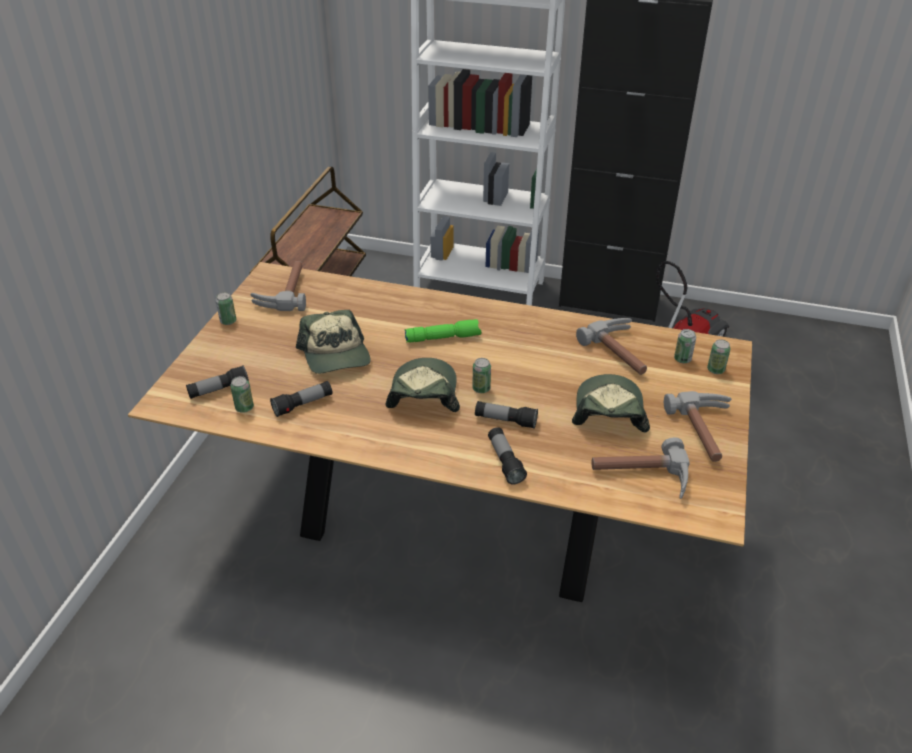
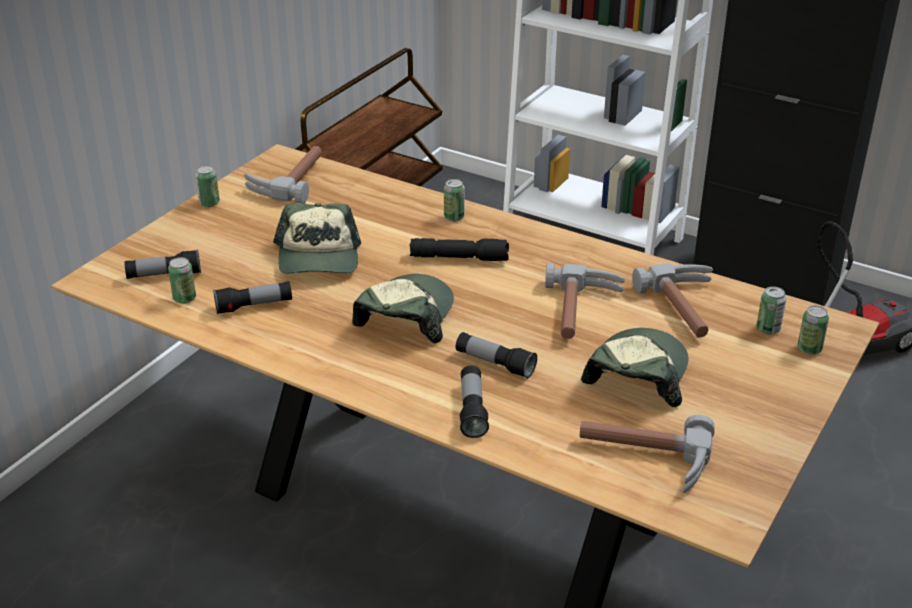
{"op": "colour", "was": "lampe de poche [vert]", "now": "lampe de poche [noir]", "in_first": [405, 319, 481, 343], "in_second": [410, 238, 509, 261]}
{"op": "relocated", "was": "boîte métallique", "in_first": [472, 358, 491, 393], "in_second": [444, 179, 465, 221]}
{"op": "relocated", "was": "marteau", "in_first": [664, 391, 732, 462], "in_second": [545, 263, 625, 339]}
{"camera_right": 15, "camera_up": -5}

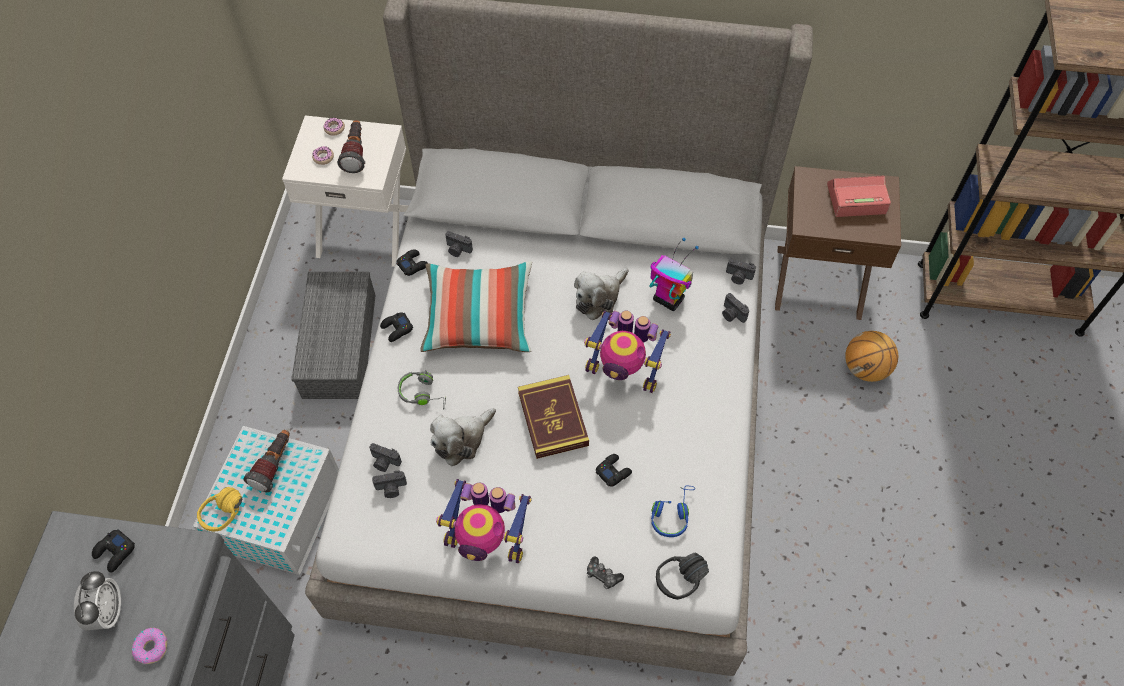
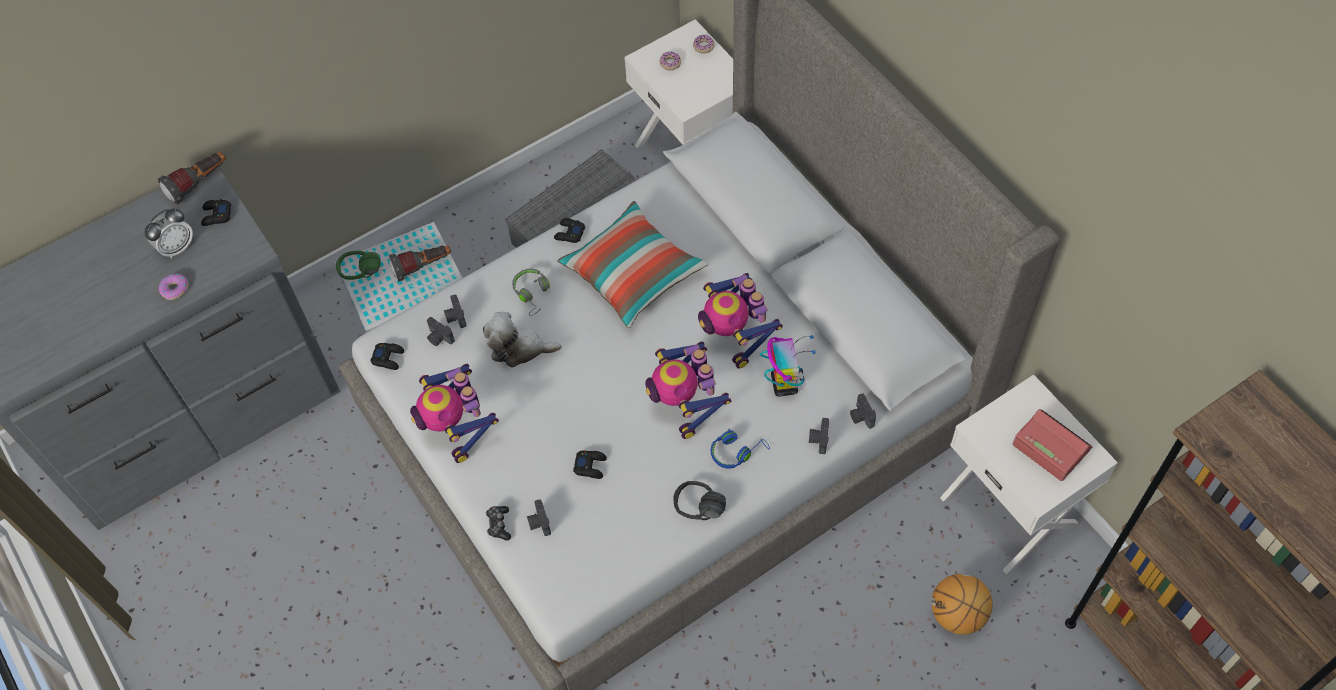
{"op": "relocated", "was": "lampe de poche", "in_first": [337, 120, 365, 173], "in_second": [158, 152, 226, 205]}
{"op": "colour", "was": "casque audio [jaune]", "now": "casque audio [vert]", "in_first": [197, 487, 242, 531], "in_second": [336, 251, 381, 280]}
{"op": "relocated", "was": "manette [noir]", "in_first": [396, 250, 428, 276], "in_second": [370, 343, 404, 370]}
{"op": "relocated", "was": "appareil photo", "in_first": [445, 231, 473, 257], "in_second": [527, 499, 551, 536]}
{"op": "relocated", "was": "casque audio [noir]", "in_first": [656, 553, 709, 600], "in_second": [673, 481, 726, 520]}
{"op": "exchanged", "was": "peluche", "now": "robot jouet", "in_first": [574, 268, 628, 320], "in_second": [698, 273, 783, 369]}
{"op": "relocated", "was": "casque audio [bleu]", "in_first": [651, 486, 695, 537], "in_second": [711, 429, 770, 469]}
{"op": "colour", "was": "table de chevet [marron]", "now": "table de chevet [blanc]", "in_first": [775, 166, 901, 320], "in_second": [940, 374, 1118, 574]}
{"op": "missing", "was": "livre", "in_first": [518, 375, 589, 459]}
{"camera_right": 50, "camera_up": 0}

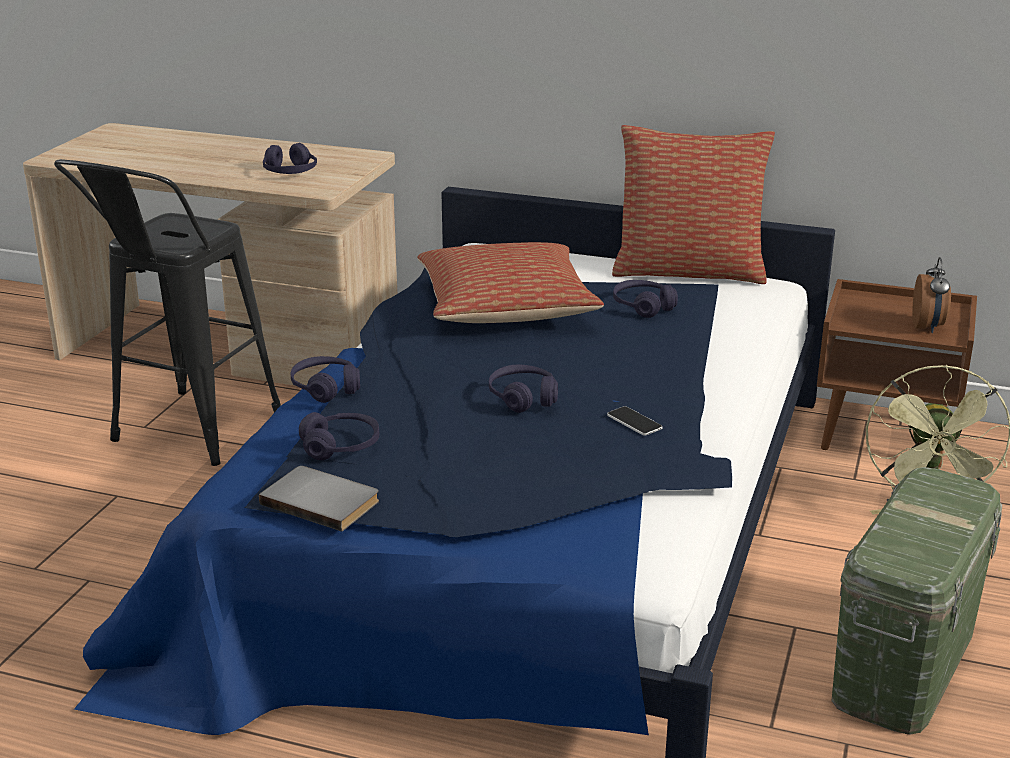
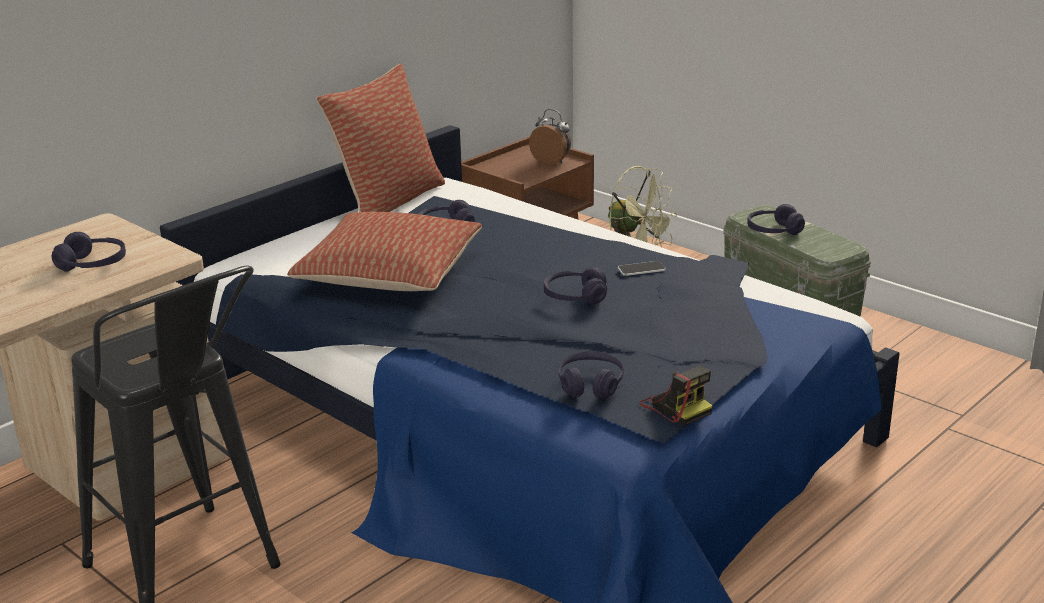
{"op": "exchanged", "was": "livre [gris]", "now": "appareil photo", "in_first": [259, 466, 379, 531], "in_second": [639, 366, 713, 426]}
{"op": "relocated", "was": "casque audio [violet]", "in_first": [291, 356, 360, 403], "in_second": [747, 204, 805, 235]}
{"camera_right": -65, "camera_up": 0}

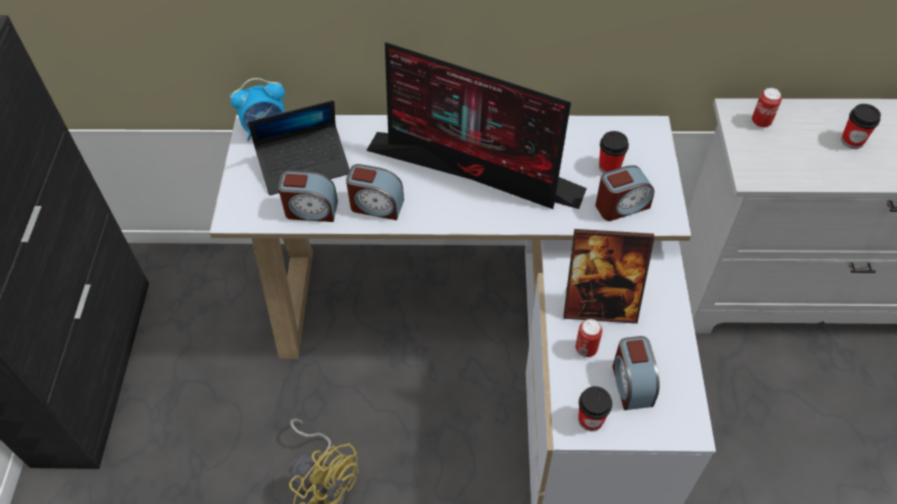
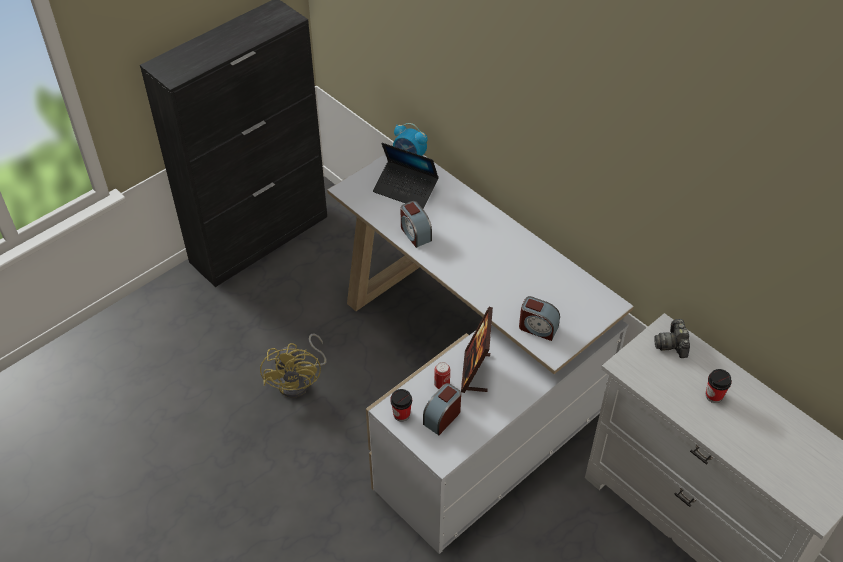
{"op": "spun", "was": "cadre photo", "in_first": [564, 229, 655, 324], "in_second": [461, 307, 493, 393], "clockwise": 45}
{"op": "exchanged", "was": "boîte métallique", "now": "appareil photo", "in_first": [752, 88, 782, 128], "in_second": [654, 319, 690, 358]}
{"op": "missing", "was": "réveil", "in_first": [278, 170, 338, 222]}
{"op": "missing", "was": "écran d'ordinateur", "in_first": [366, 42, 587, 209]}
{"op": "missing", "was": "tasse", "in_first": [599, 131, 629, 173]}
{"camera_right": 45, "camera_up": -5}

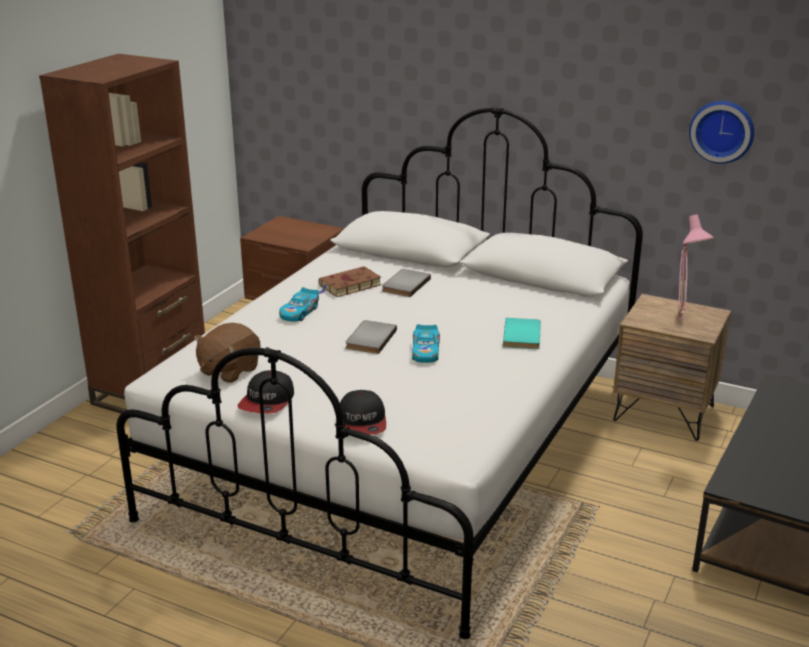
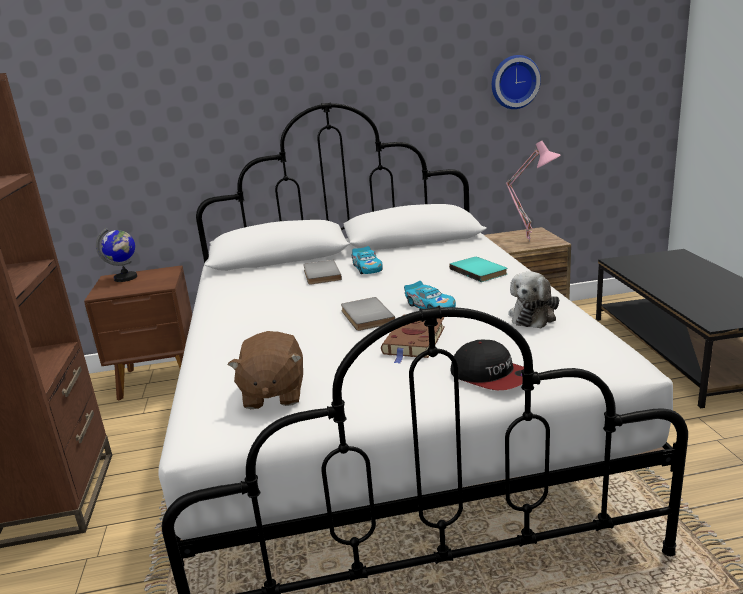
{"op": "appeared", "now": "globe", "in_second": [96, 228, 137, 282]}
{"op": "relocated", "was": "petite voiture", "in_first": [279, 287, 319, 322], "in_second": [352, 246, 383, 274]}
{"op": "relocated", "was": "livre [marron]", "in_first": [319, 266, 382, 297], "in_second": [381, 315, 445, 364]}
{"op": "appeared", "now": "peluche", "in_second": [509, 271, 559, 329]}
{"op": "missing", "was": "casquette", "in_first": [238, 370, 294, 414]}
{"camera_right": -35, "camera_up": -5}

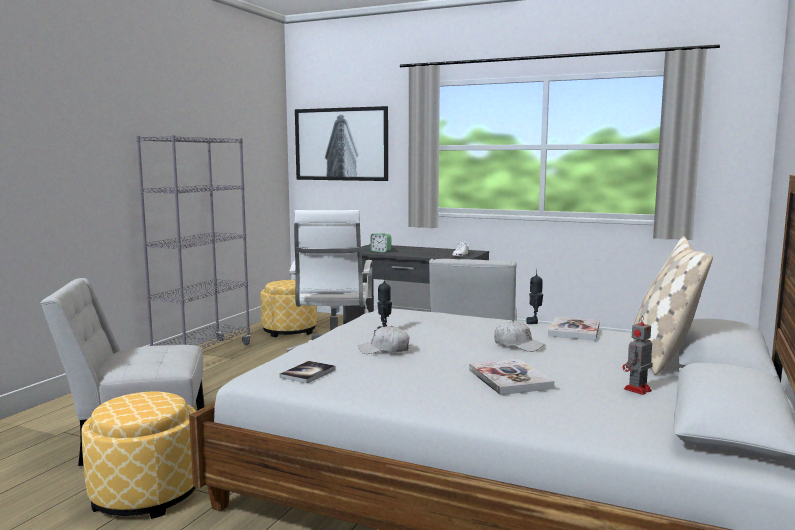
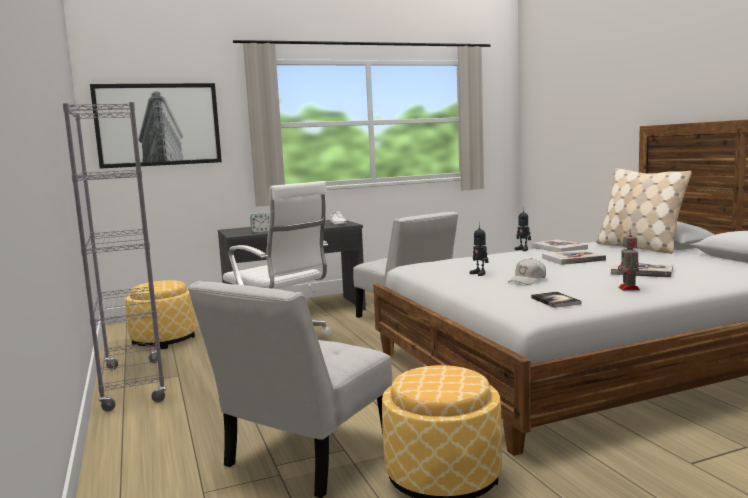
{"op": "exchanged", "was": "casquette [blanc]", "now": "livre", "in_first": [494, 321, 545, 352], "in_second": [542, 250, 606, 265]}
{"op": "relocated", "was": "robot jouet", "in_first": [622, 317, 653, 395], "in_second": [618, 229, 640, 291]}
{"camera_right": -45, "camera_up": 0}

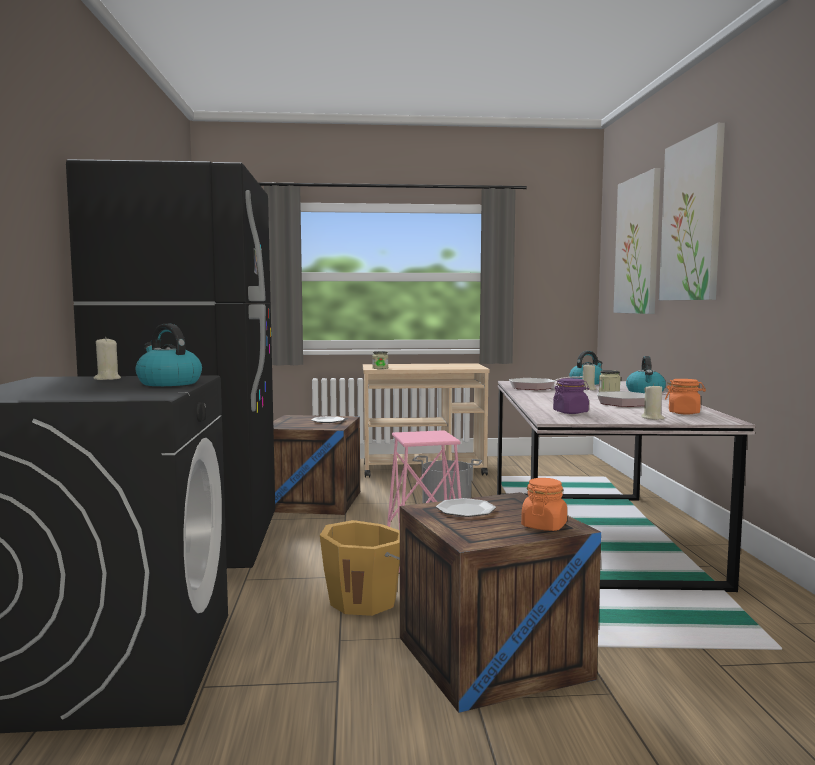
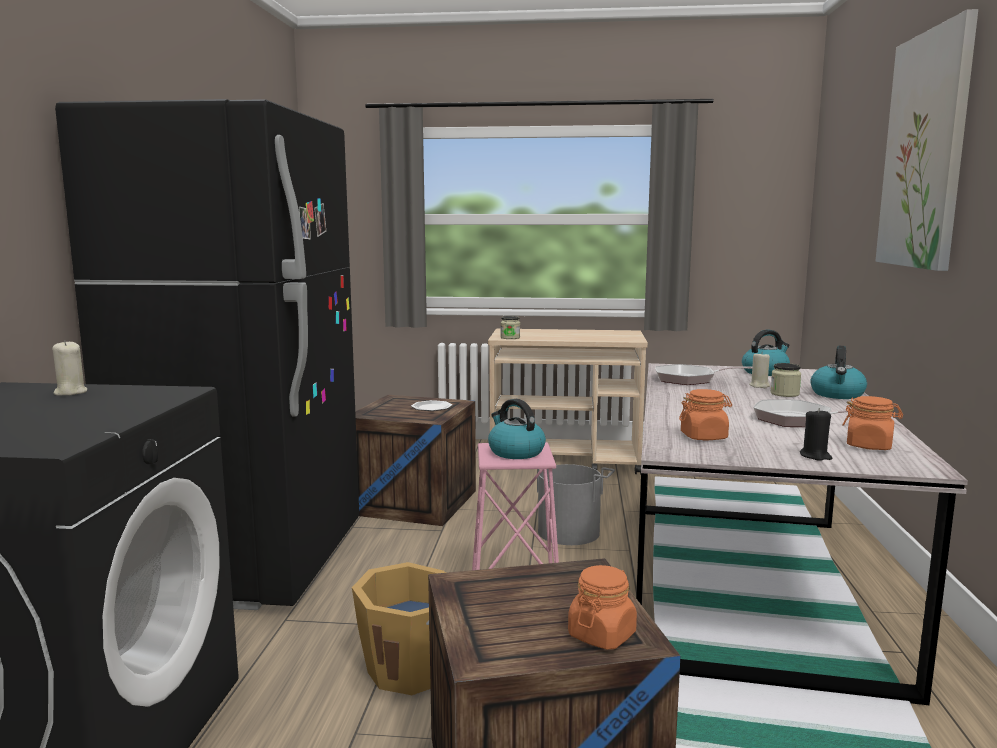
{"op": "relocated", "was": "bouilloire", "in_first": [136, 324, 202, 386], "in_second": [488, 399, 546, 459]}
{"op": "colour", "was": "bocal [violet]", "now": "bocal [orange]", "in_first": [553, 378, 590, 414], "in_second": [679, 389, 732, 441]}
{"op": "colour", "was": "bougie [beige]", "now": "bougie [noir]", "in_first": [641, 384, 665, 420], "in_second": [800, 408, 832, 461]}
{"op": "missing", "was": "assiette", "in_first": [436, 498, 496, 517]}
{"op": "missing", "was": "tableau", "in_first": [613, 168, 661, 314]}
{"camera_right": 10, "camera_up": 5}

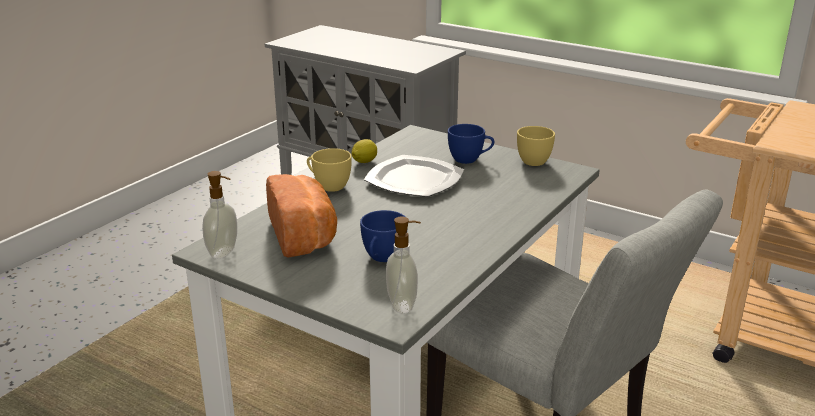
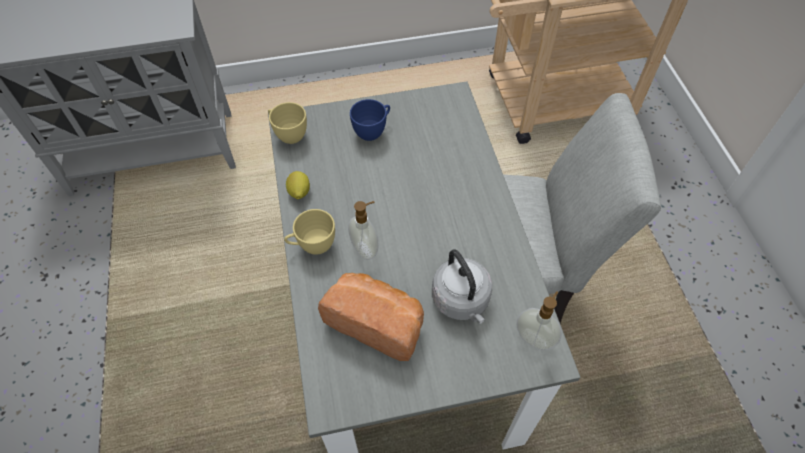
{"op": "relocated", "was": "tasse [jaune]", "in_first": [517, 126, 555, 166], "in_second": [268, 102, 307, 144]}
{"op": "relocated", "was": "distributeur de savon", "in_first": [202, 171, 237, 259], "in_second": [348, 201, 379, 260]}
{"op": "exchanged", "was": "tasse [bleu]", "now": "bouilloire [gris]", "in_first": [360, 210, 405, 262], "in_second": [432, 249, 492, 324]}
{"op": "missing", "was": "assiette", "in_first": [364, 155, 464, 197]}
{"camera_right": -45, "camera_up": 30}

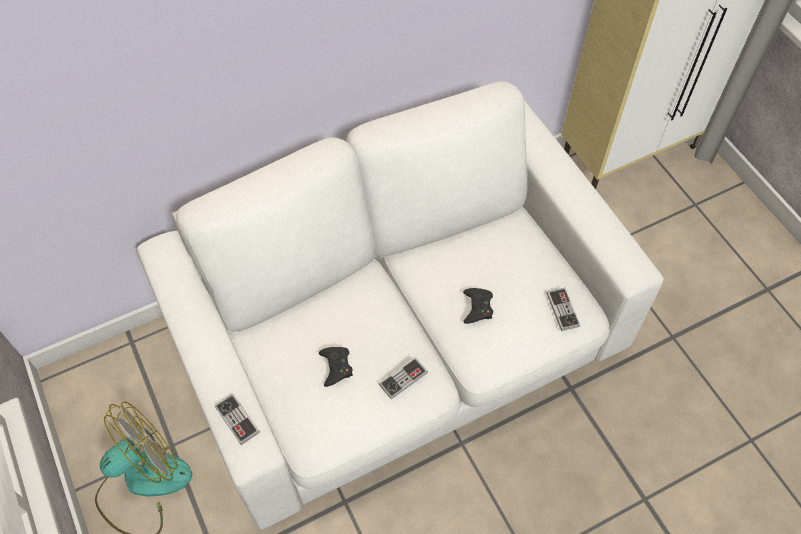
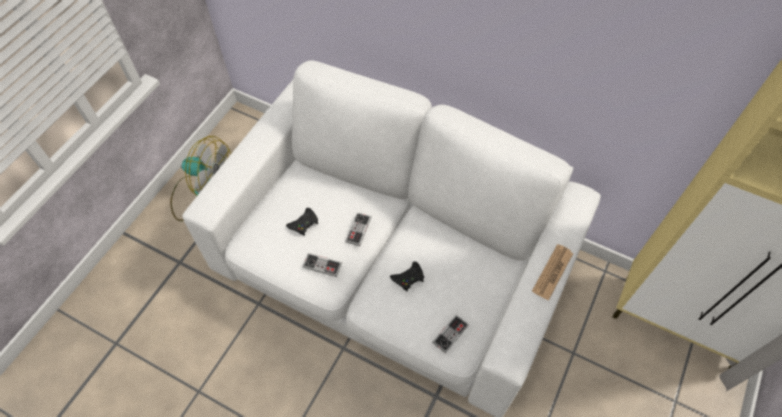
{"op": "relocated", "was": "manette", "in_first": [214, 394, 260, 445], "in_second": [345, 213, 371, 246]}
{"op": "appeared", "now": "journal", "in_second": [532, 244, 573, 301]}
{"camera_right": 55, "camera_up": 0}

